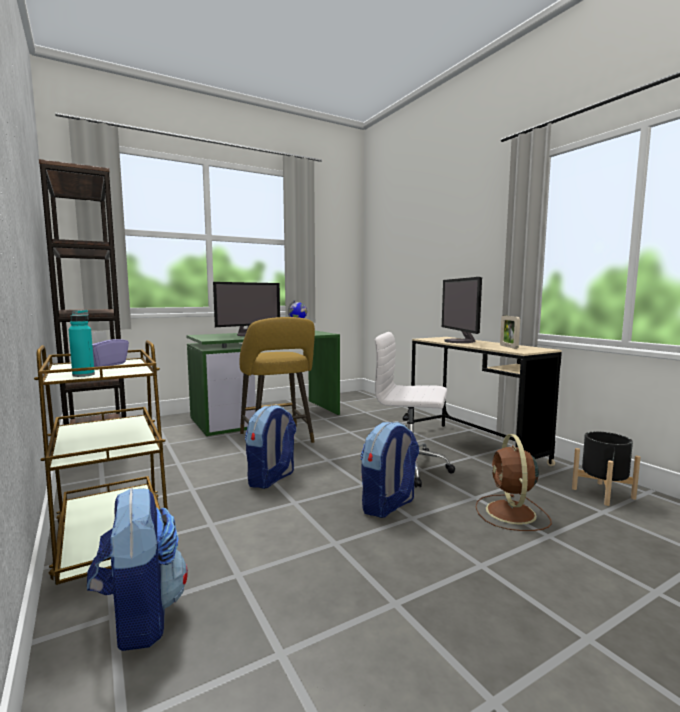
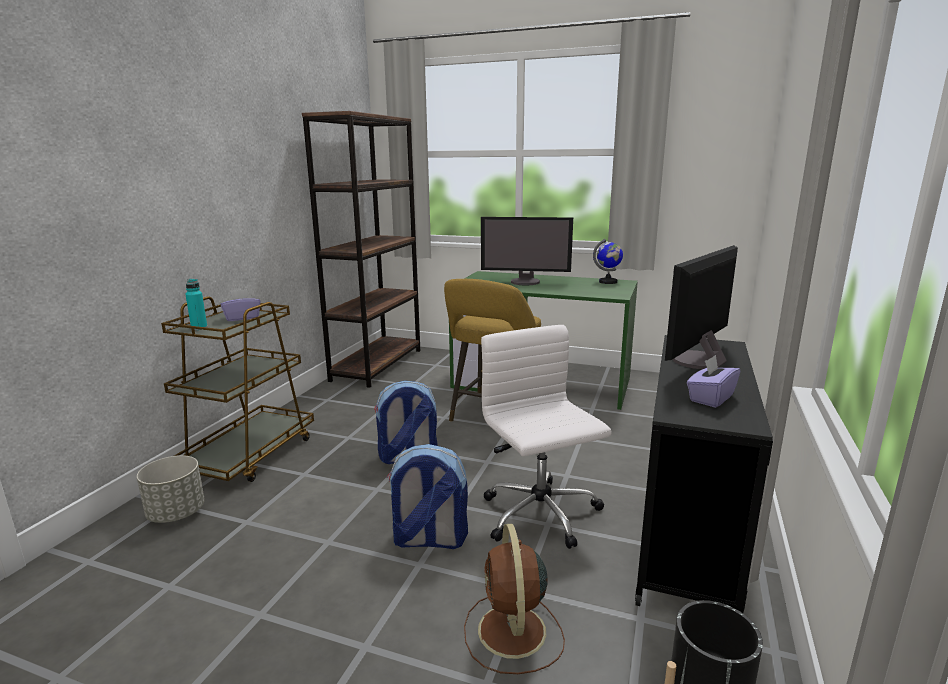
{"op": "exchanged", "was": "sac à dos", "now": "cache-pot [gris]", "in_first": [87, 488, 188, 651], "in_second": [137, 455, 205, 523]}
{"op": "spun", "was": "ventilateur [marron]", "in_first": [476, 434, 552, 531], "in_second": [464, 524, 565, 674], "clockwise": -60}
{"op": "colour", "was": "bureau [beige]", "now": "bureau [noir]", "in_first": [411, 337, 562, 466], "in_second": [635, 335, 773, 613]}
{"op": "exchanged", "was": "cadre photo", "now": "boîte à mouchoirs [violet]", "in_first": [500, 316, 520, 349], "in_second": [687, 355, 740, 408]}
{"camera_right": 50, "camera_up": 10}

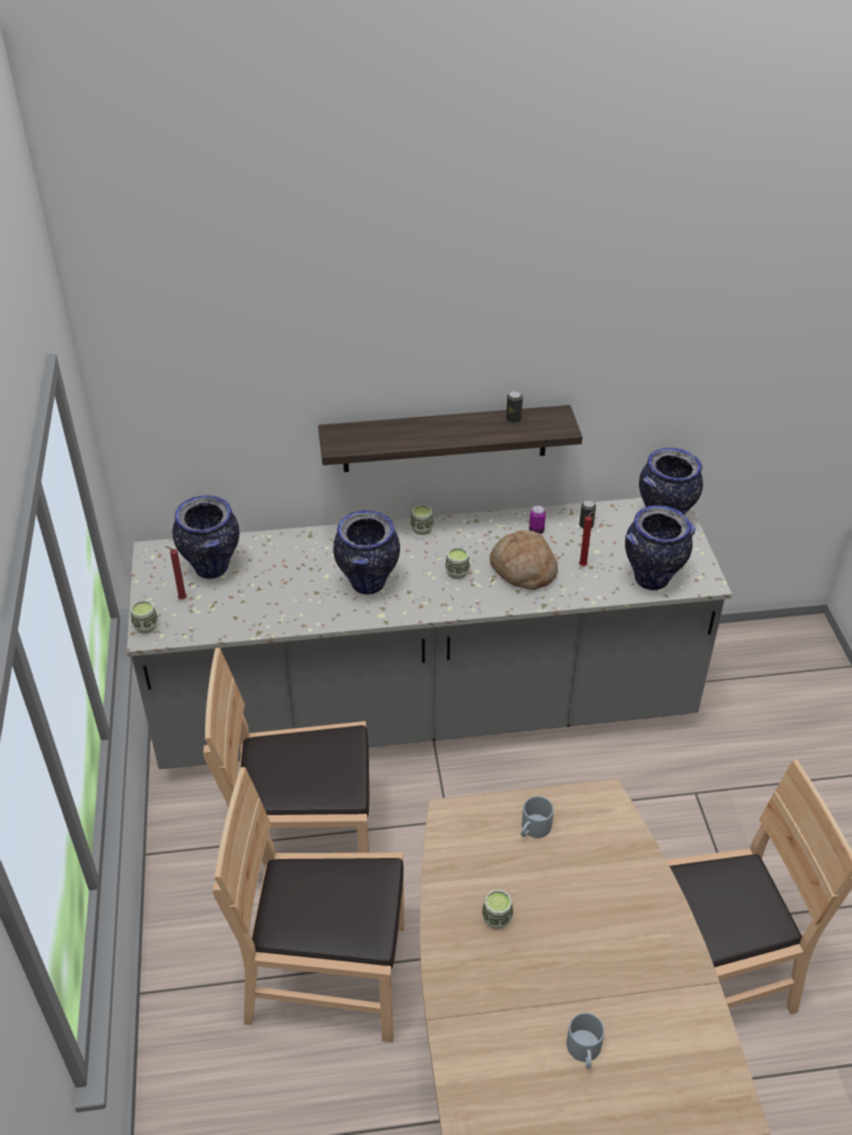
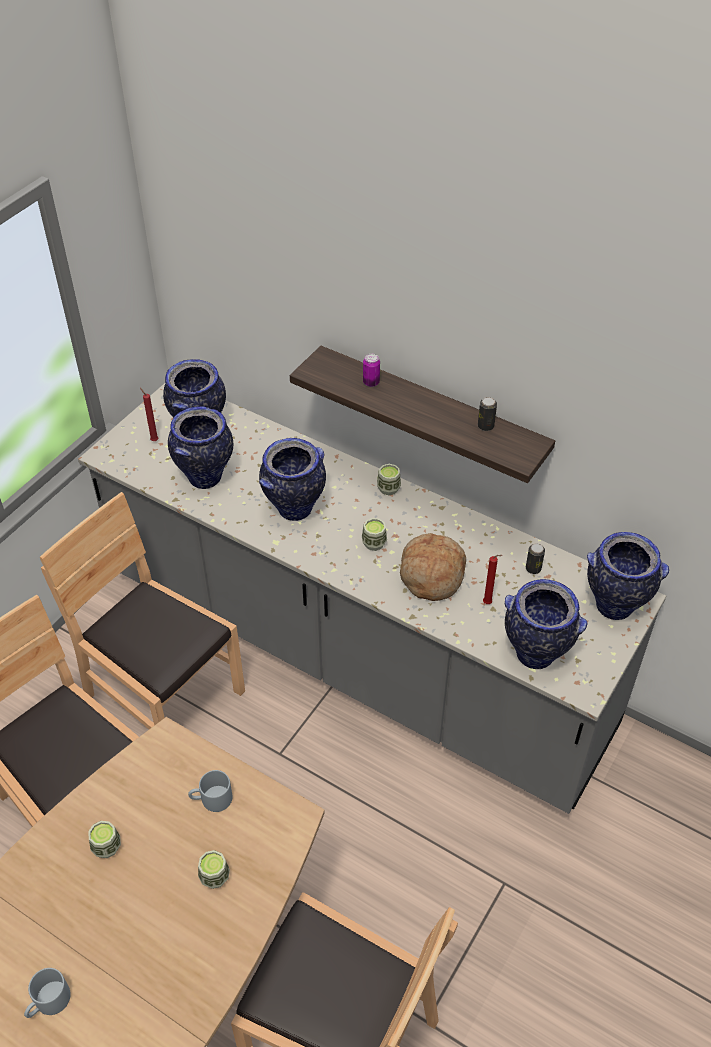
{"op": "appeared", "now": "vase", "in_second": [168, 406, 233, 489]}
{"op": "relocated", "was": "tasse", "in_first": [131, 600, 158, 634], "in_second": [198, 850, 230, 889]}
{"op": "relocated", "was": "boîte métallique", "in_first": [529, 505, 546, 534], "in_second": [363, 354, 380, 387]}
{"camera_right": 40, "camera_up": 5}

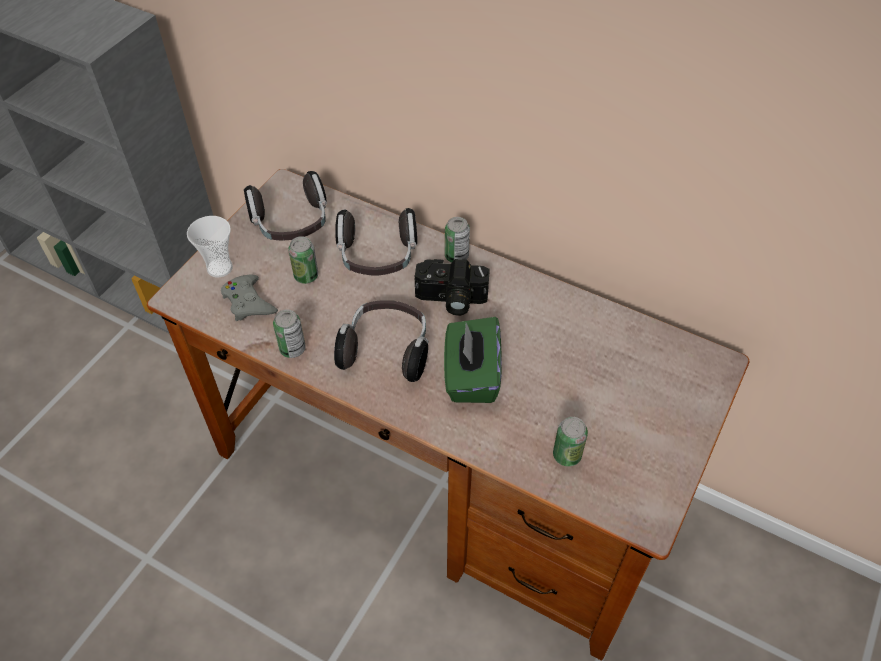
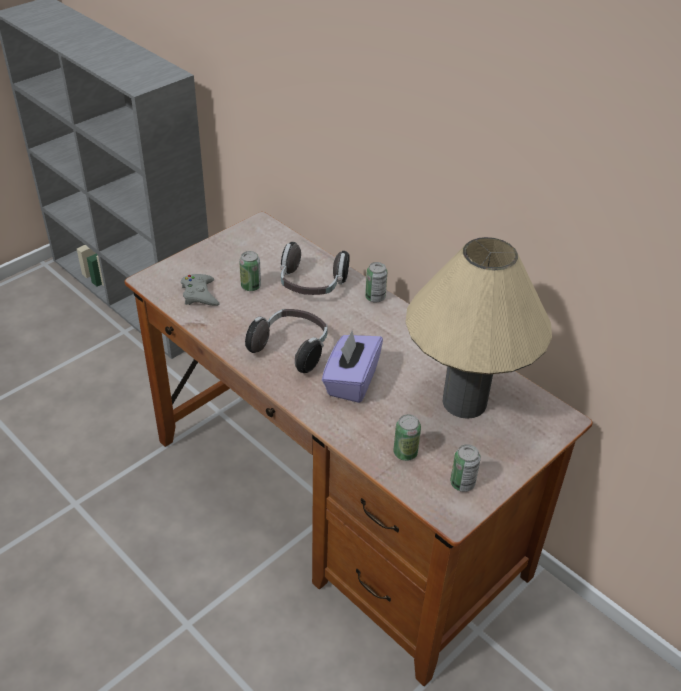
{"op": "colour", "was": "boîte à mouchoirs [vert]", "now": "boîte à mouchoirs [violet]", "in_first": [444, 317, 502, 403], "in_second": [322, 331, 383, 403]}
{"op": "appeared", "now": "lampe de table [beige]", "in_second": [406, 237, 552, 419]}
{"op": "relocated", "was": "boîte métallique", "in_first": [273, 309, 306, 358], "in_second": [450, 444, 481, 492]}
{"op": "missing", "was": "tasse", "in_first": [187, 216, 233, 278]}
{"op": "missing", "was": "casque audio", "in_first": [244, 171, 327, 240]}
{"op": "missing", "was": "appareil photo", "in_first": [414, 259, 490, 316]}
{"camera_right": 15, "camera_up": -10}

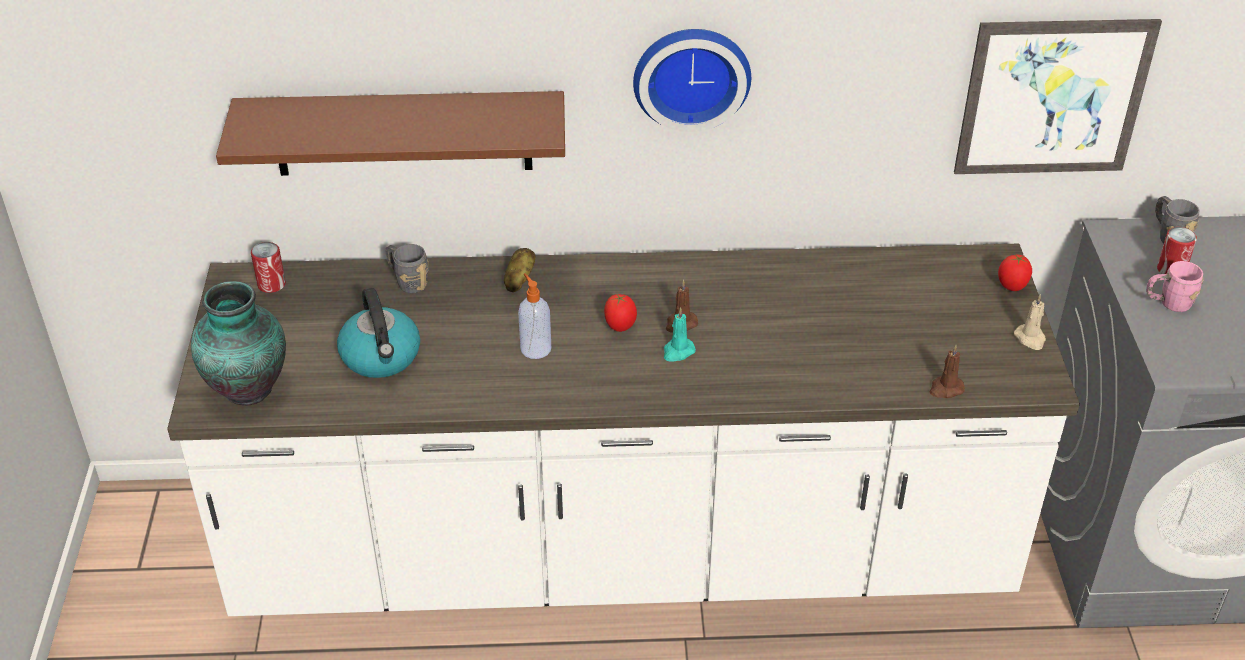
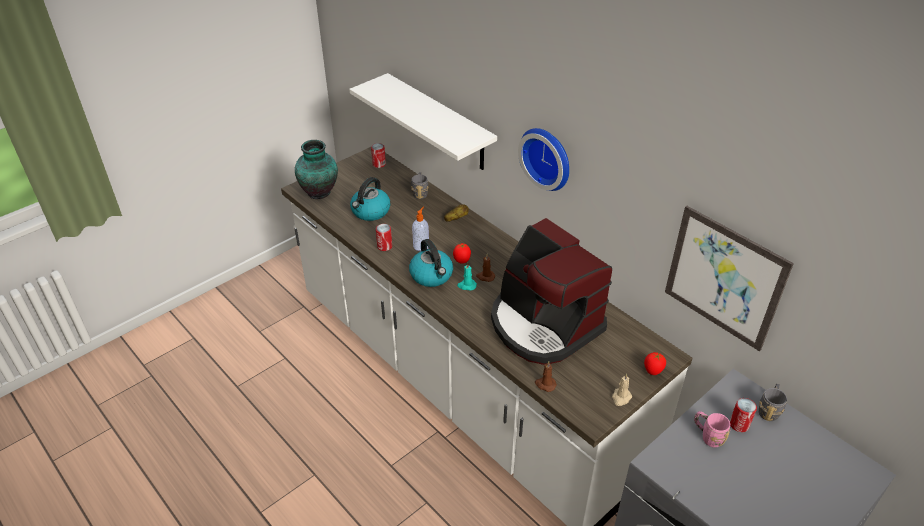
{"op": "colour", "was": "étagère [marron]", "now": "étagère [blanc]", "in_first": [216, 91, 565, 176], "in_second": [349, 73, 497, 170]}
{"op": "appeared", "now": "boîte métallique", "in_second": [376, 224, 392, 251]}
{"op": "appeared", "now": "bouilloire", "in_second": [409, 239, 453, 287]}
{"op": "appeared", "now": "machine à café", "in_second": [491, 218, 612, 365]}
{"camera_right": 50, "camera_up": 0}

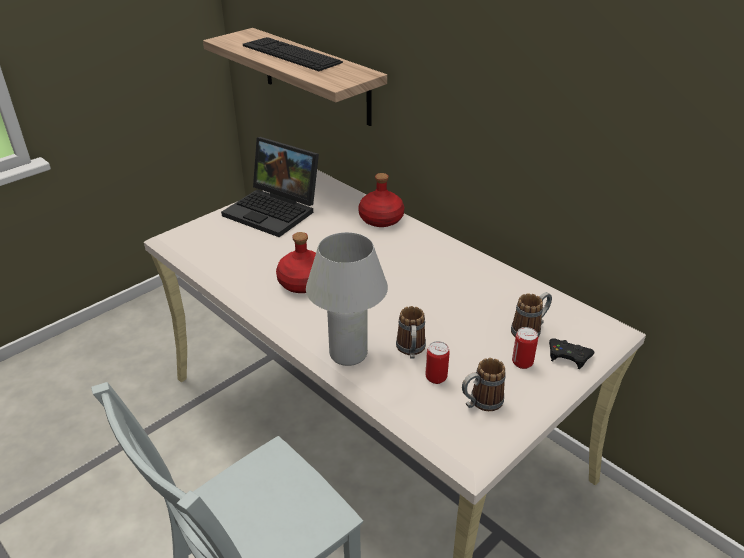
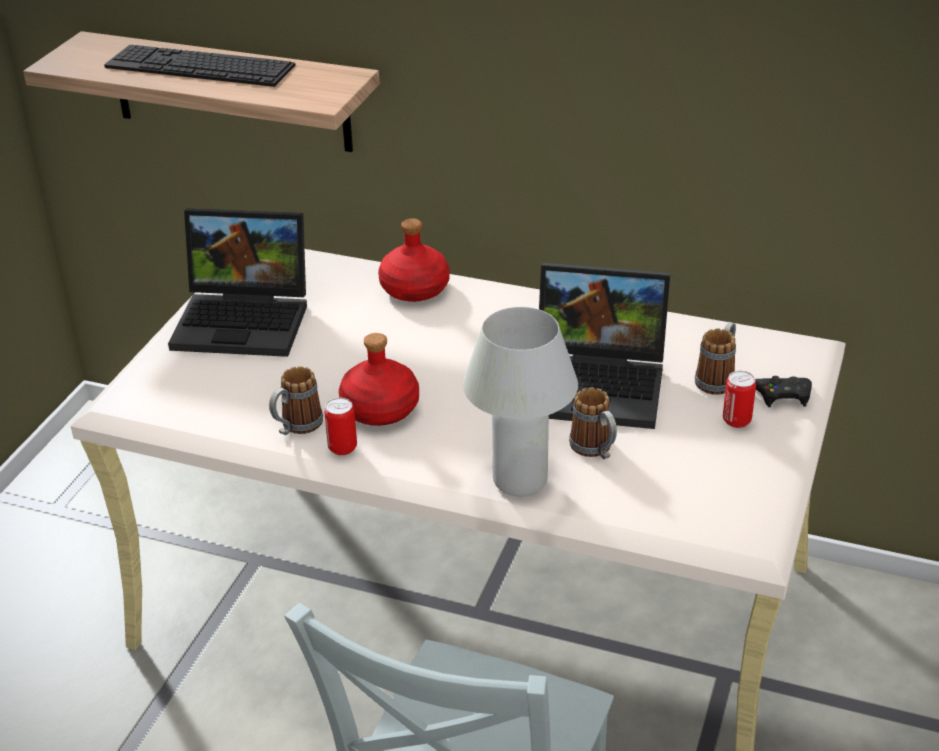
{"op": "relocated", "was": "mug", "in_first": [462, 358, 506, 411], "in_second": [269, 366, 323, 435]}
{"op": "relocated", "was": "boîte métallique", "in_first": [425, 341, 450, 384], "in_second": [324, 398, 357, 455]}
{"op": "appeared", "now": "ordinateur portable", "in_second": [539, 263, 670, 429]}
{"camera_right": -25, "camera_up": 0}

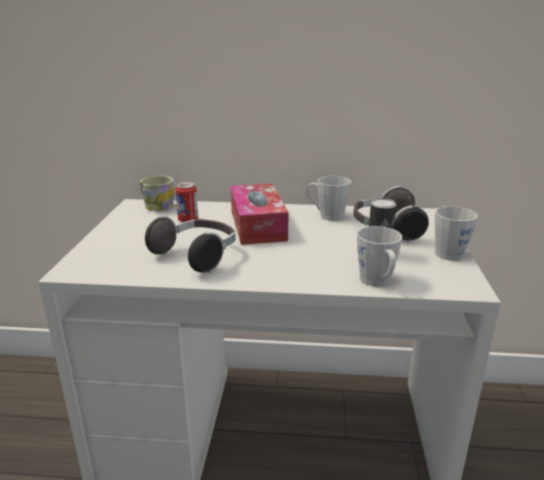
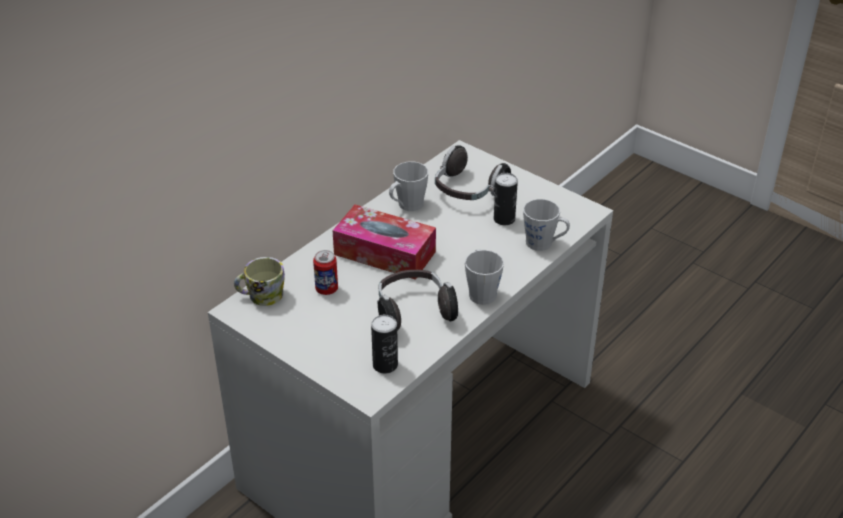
{"op": "appeared", "now": "boîte métallique", "in_second": [371, 315, 398, 374]}
{"op": "relocated", "was": "mug [gris]", "in_first": [435, 206, 478, 261], "in_second": [465, 249, 504, 305]}
{"camera_right": -55, "camera_up": 15}

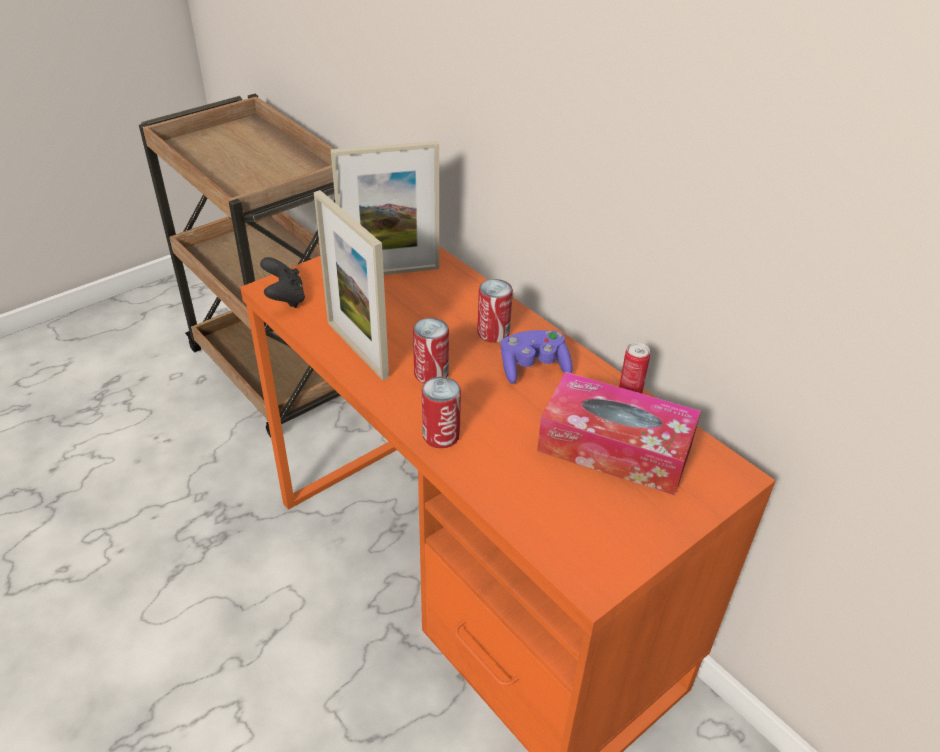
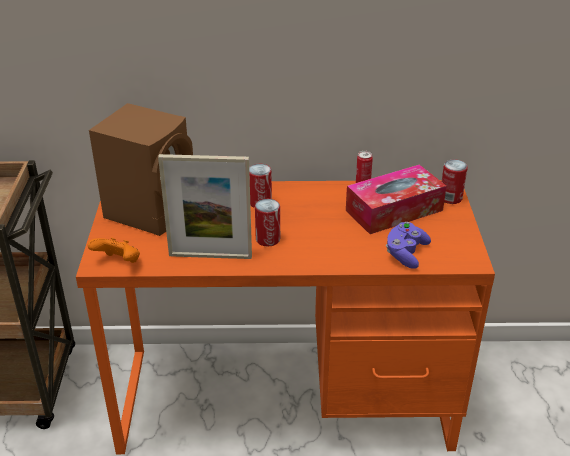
{"op": "colour", "was": "manette [noir]", "now": "manette [orange]", "in_first": [260, 257, 305, 308], "in_second": [87, 237, 140, 263]}
{"op": "exchanged", "was": "cadre photo", "now": "enceinte [marron]", "in_first": [330, 141, 439, 275], "in_second": [89, 103, 193, 236]}
{"op": "relocated", "was": "manette [violet]", "in_first": [501, 330, 572, 384], "in_second": [386, 222, 431, 269]}
{"op": "relocated", "was": "boîte métallique", "in_first": [422, 377, 461, 448], "in_second": [442, 159, 468, 204]}
{"camera_right": -50, "camera_up": -5}

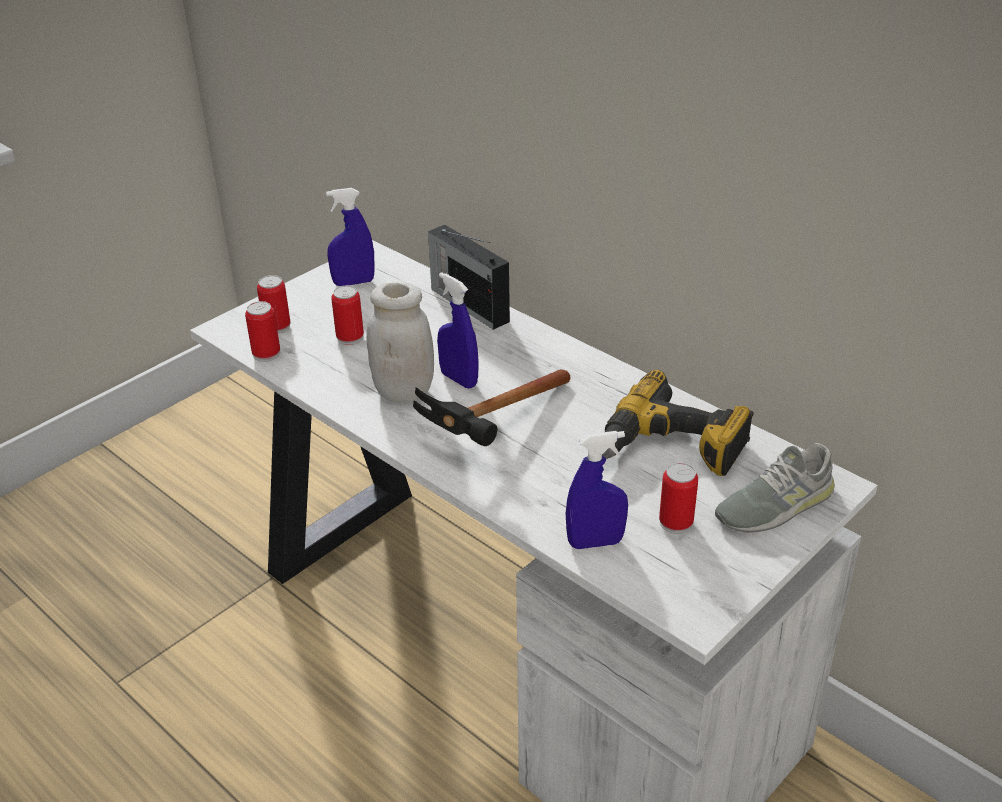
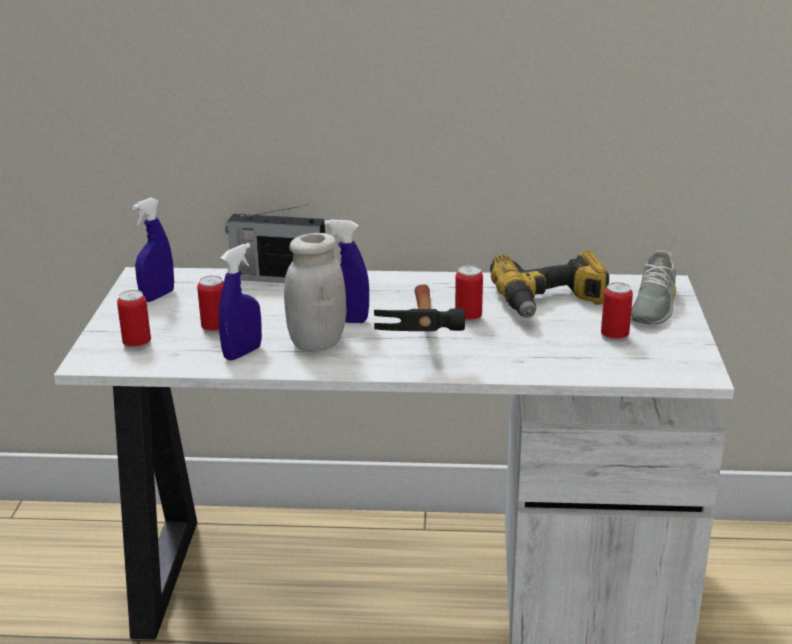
{"op": "relocated", "was": "vaporisateur [bleu]", "in_first": [566, 431, 628, 549], "in_second": [219, 243, 262, 361]}
{"op": "relocated", "was": "boîte métallique", "in_first": [245, 301, 280, 362], "in_second": [455, 265, 483, 324]}
{"camera_right": -40, "camera_up": -10}

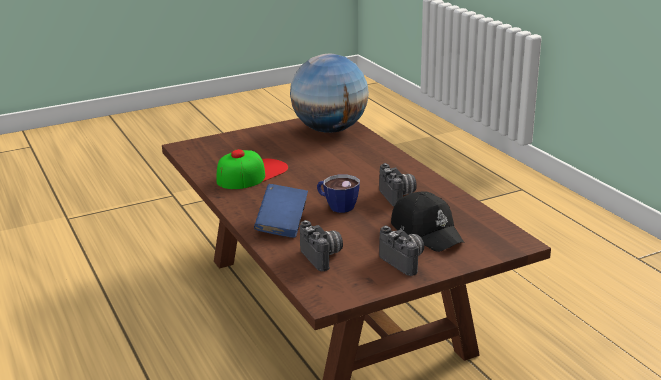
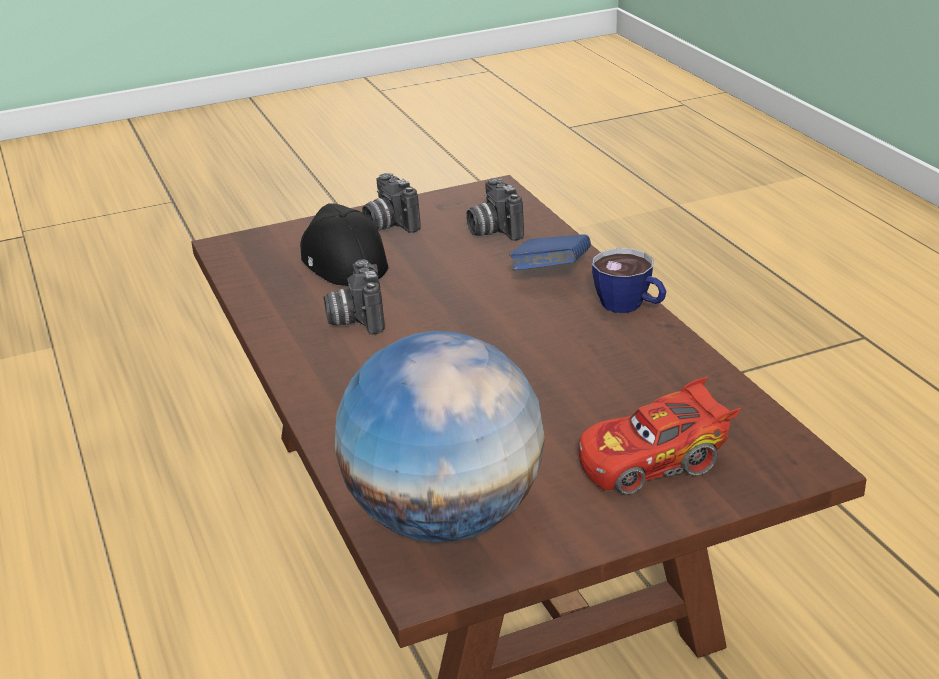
{"op": "appeared", "now": "petite voiture [rouge]", "in_second": [578, 377, 740, 494]}
{"op": "relocated", "was": "tasse", "in_first": [317, 175, 360, 213], "in_second": [592, 248, 666, 313]}
{"op": "missing", "was": "casquette", "in_first": [217, 149, 288, 189]}
{"camera_right": -175, "camera_up": 5}

